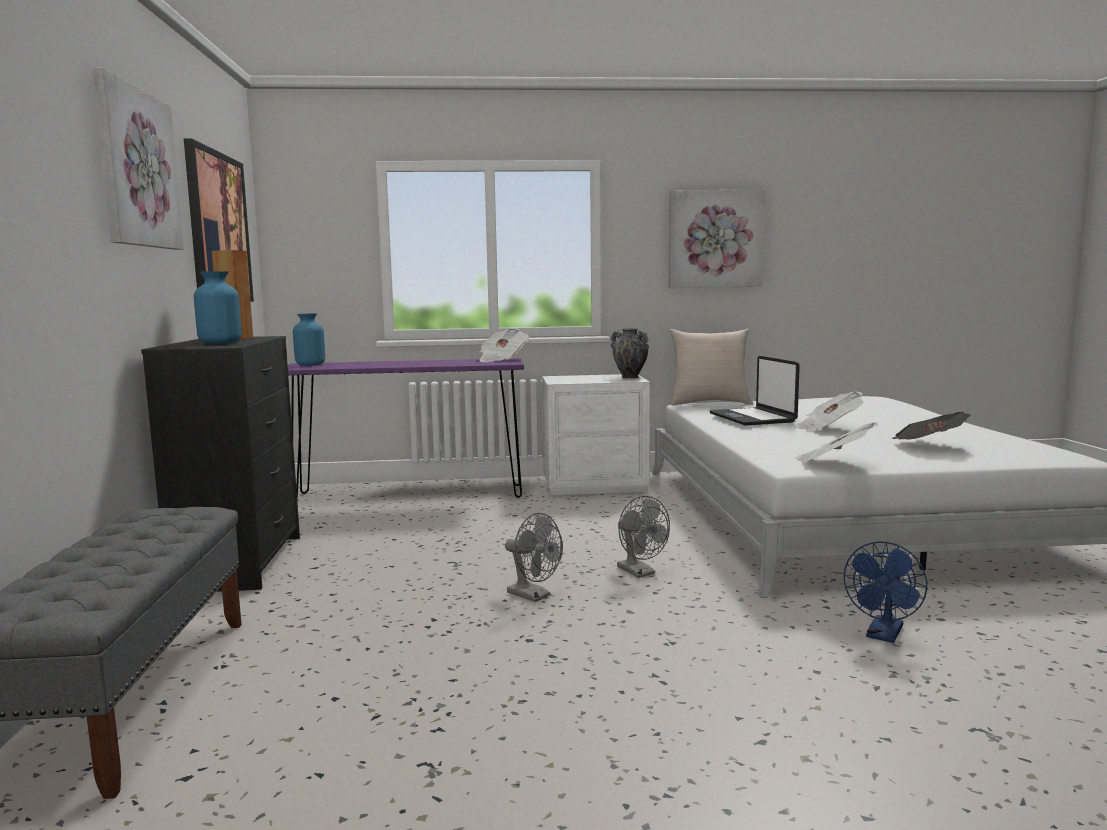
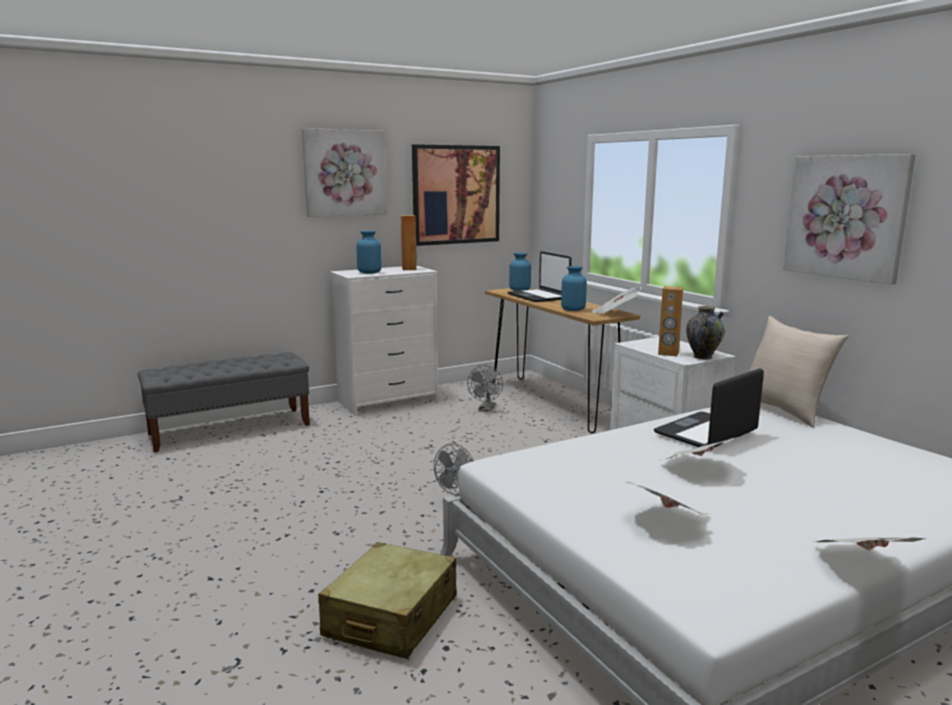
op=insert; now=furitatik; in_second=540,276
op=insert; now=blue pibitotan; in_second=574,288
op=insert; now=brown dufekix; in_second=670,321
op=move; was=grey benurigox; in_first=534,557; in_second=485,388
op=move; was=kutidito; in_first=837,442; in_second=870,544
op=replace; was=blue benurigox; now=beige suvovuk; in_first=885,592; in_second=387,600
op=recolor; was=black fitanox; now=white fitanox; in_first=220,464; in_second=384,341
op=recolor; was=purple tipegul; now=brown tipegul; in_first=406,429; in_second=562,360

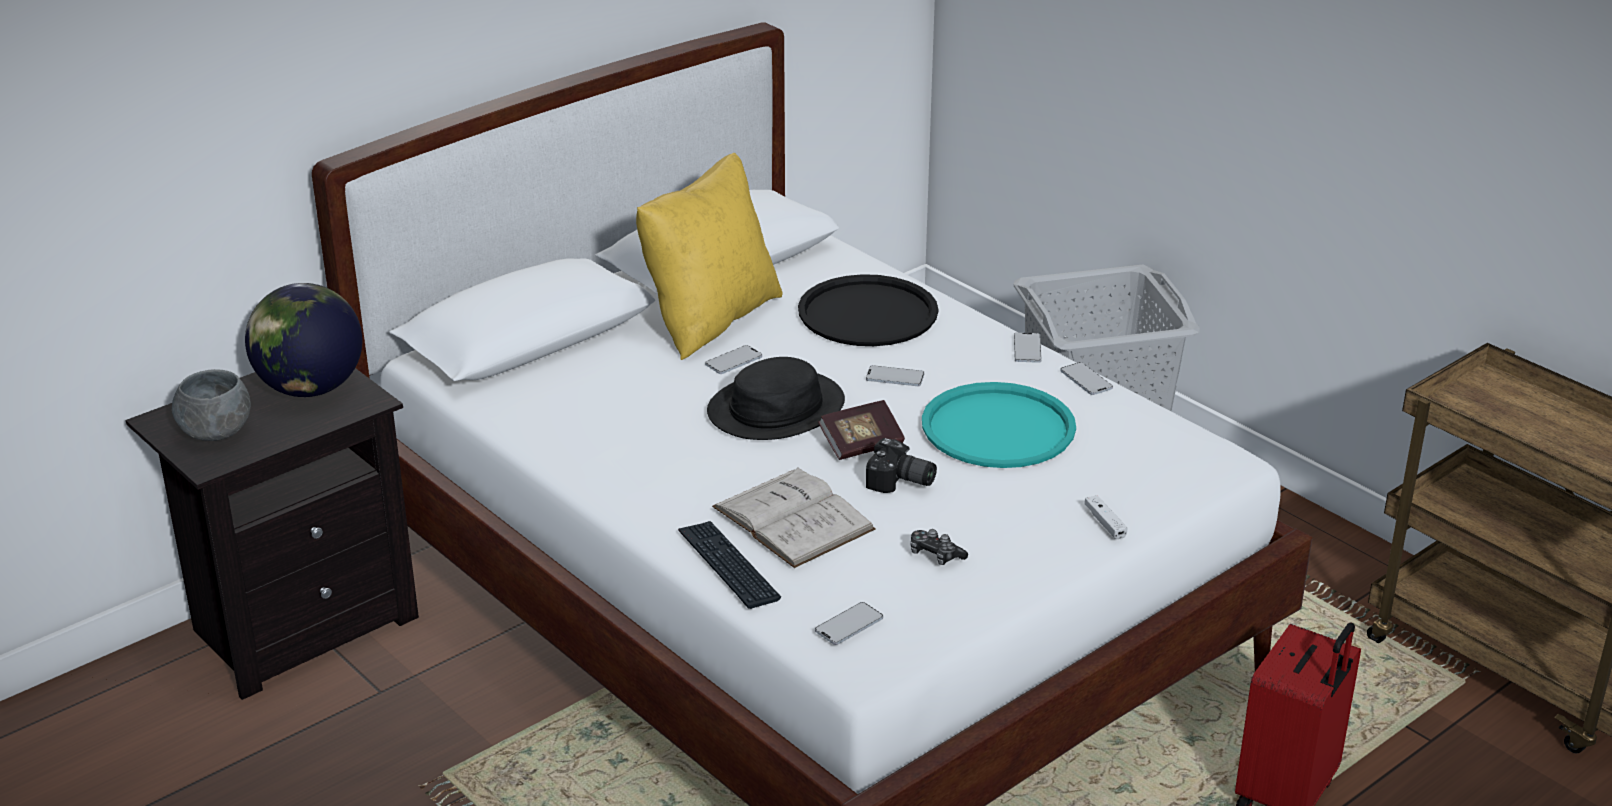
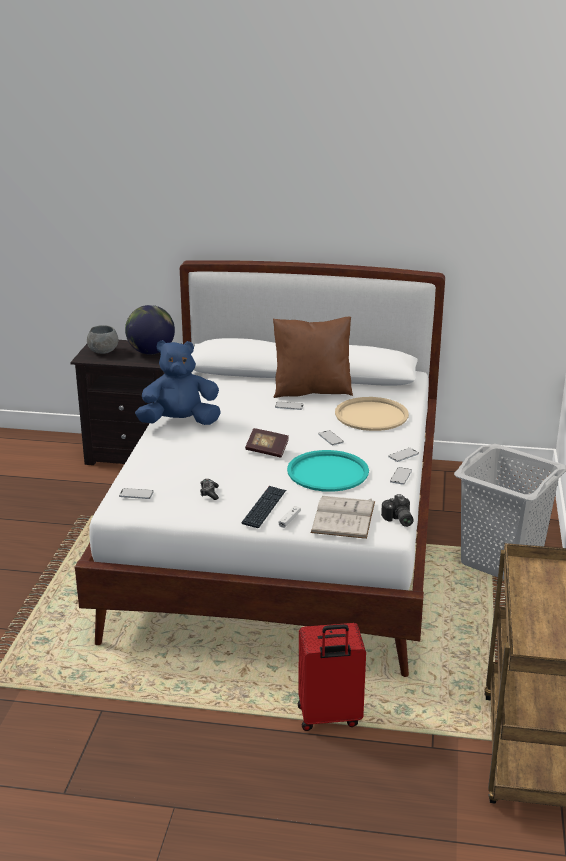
op=delete; was=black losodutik; in_first=776,398
op=insert; now=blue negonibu; in_second=178,382
op=move; was=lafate; in_first=729,565; in_second=264,507
op=move; was=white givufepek; in_first=794,517; in_second=343,517
op=move; was=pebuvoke; in_first=901,465; in_second=397,510
op=recolor; was=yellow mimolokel; now=brown mimolokel; in_first=709,256; in_second=313,357
op=recolor; was=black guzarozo; now=beige guzarozo; in_first=868,310; in_second=372,414

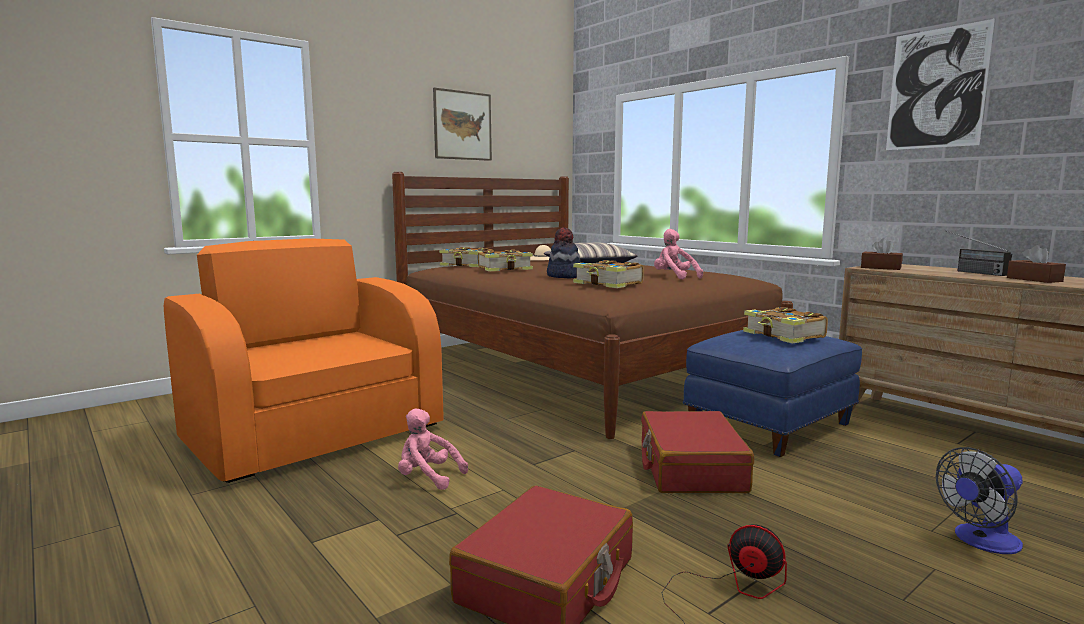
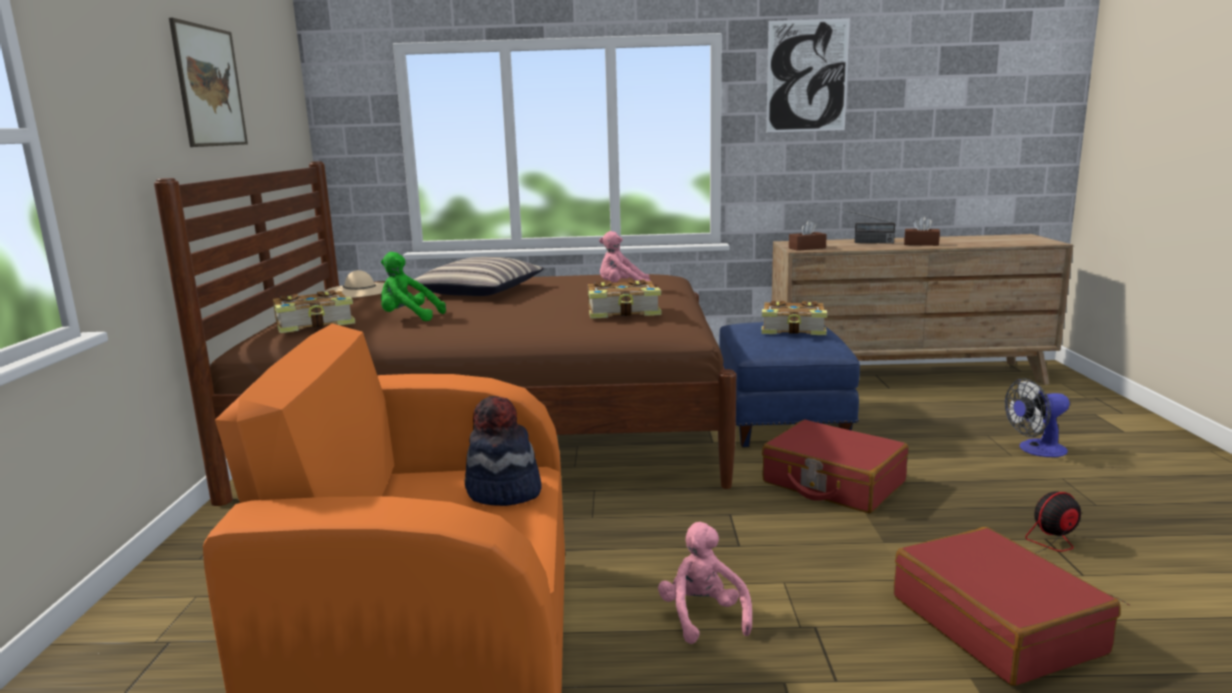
op=move; was=losodutik; in_first=564,253; in_second=503,451
op=replace; was=givufepek; now=green negonibu; in_first=505,260; in_second=413,286
op=rotate; was=pink negonibu; in_first=433,449; in_second=705,583; clockwise=105
op=rotate; was=benurigox; in_first=979,500; in_second=1037,417; clockwise=60

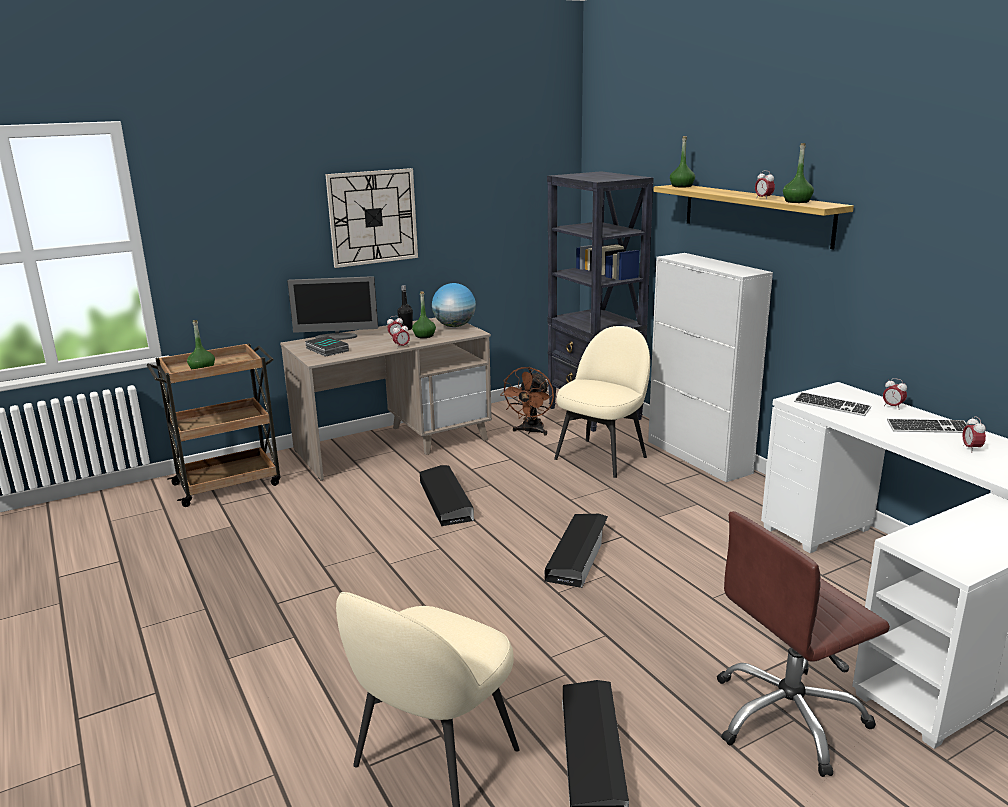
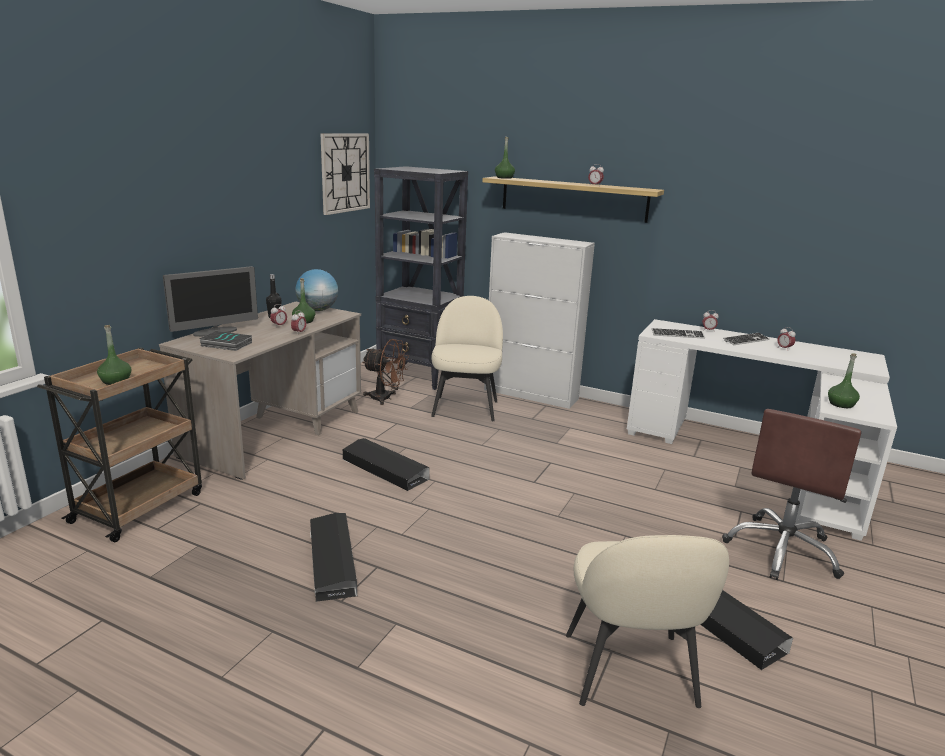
op=move; was=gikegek; in_first=371,218; in_second=345,174
op=move; was=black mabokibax; in_first=576,551; in_second=334,557
op=move; was=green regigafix; in_first=798,173; in_second=844,381
op=rotate; was=brown benurigox; in_first=527,401; in_second=385,372; clockwise=-60

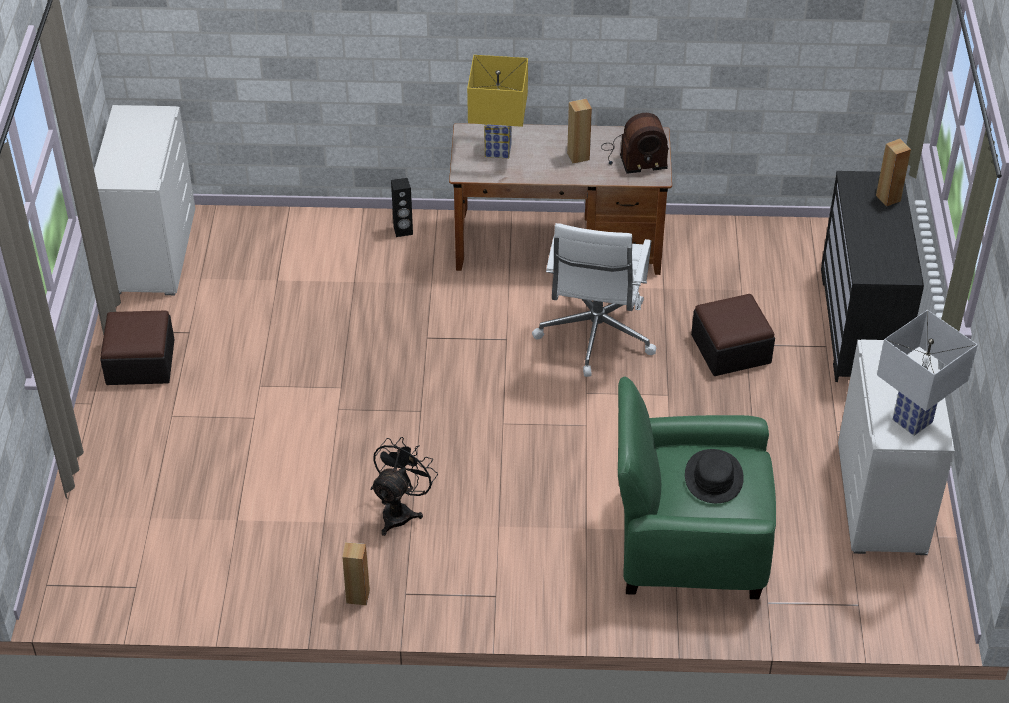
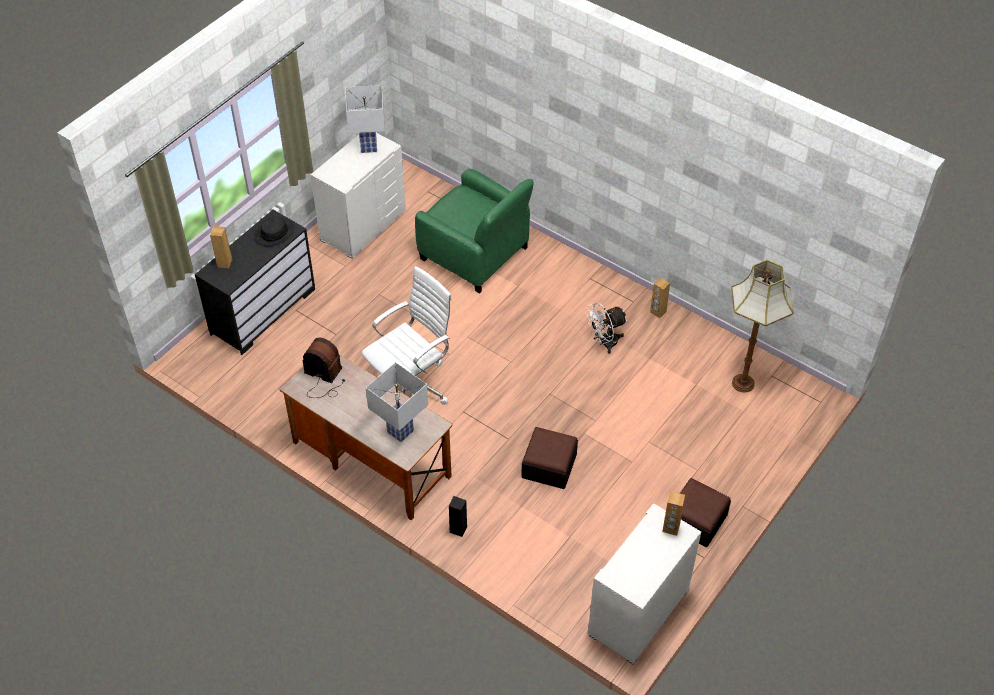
op=insert; now=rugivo; in_second=762,326
op=move; was=brown dufekix; in_first=579,131; in_second=673,513
op=move; was=black losodutik; in_first=714,476; in_second=274,231
op=move; was=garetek; in_first=733,335; in_second=549,458
op=recolor; was=black benurigox; now=white benurigox; in_first=404,486; in_second=606,328
op=recolor; was=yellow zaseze; now=white zaseze; in_first=497,106; in_second=397,402

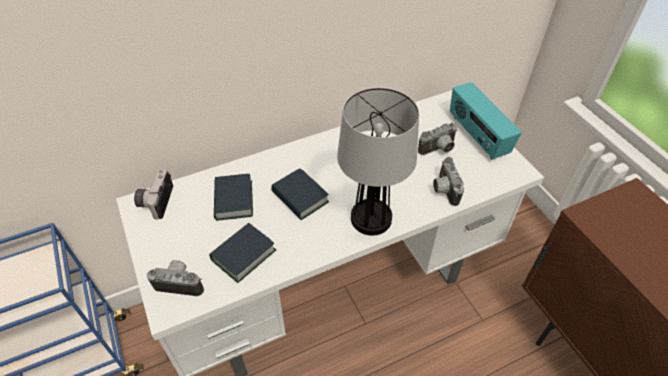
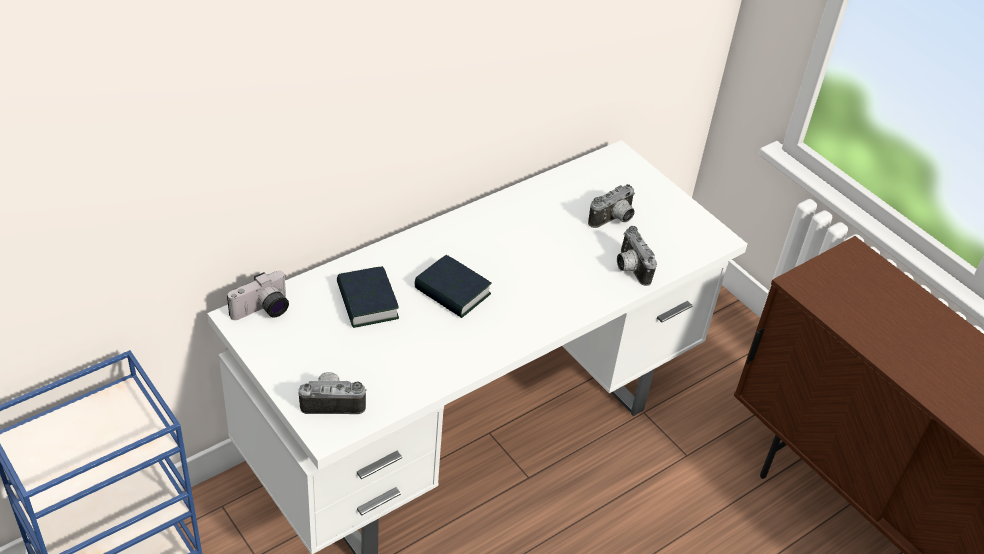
op=delete; was=givufepek; in_first=242,253
op=delete; was=zaseze; in_first=378,161
op=delete; was=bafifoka; in_first=486,121
op=rotate; was=pebuvoke; in_first=153,194; in_second=258,295; clockwise=-120

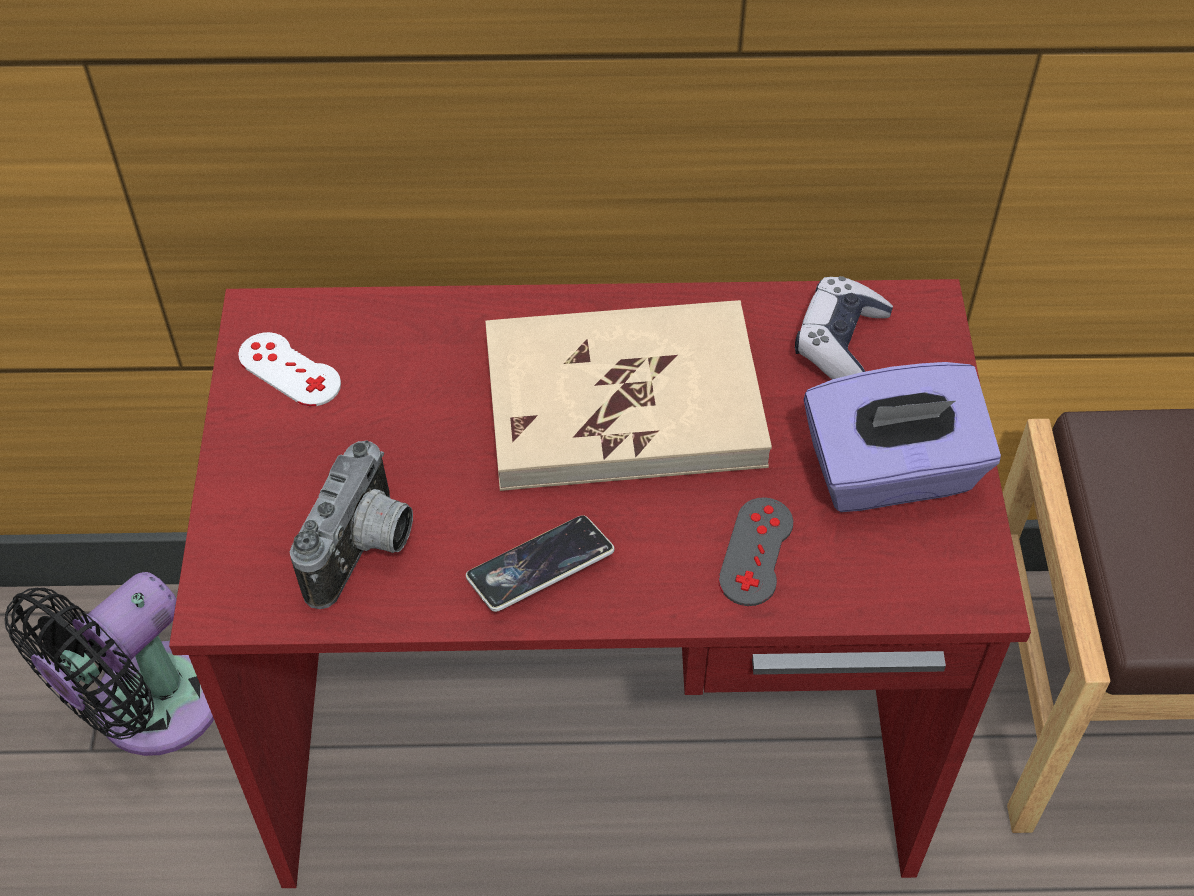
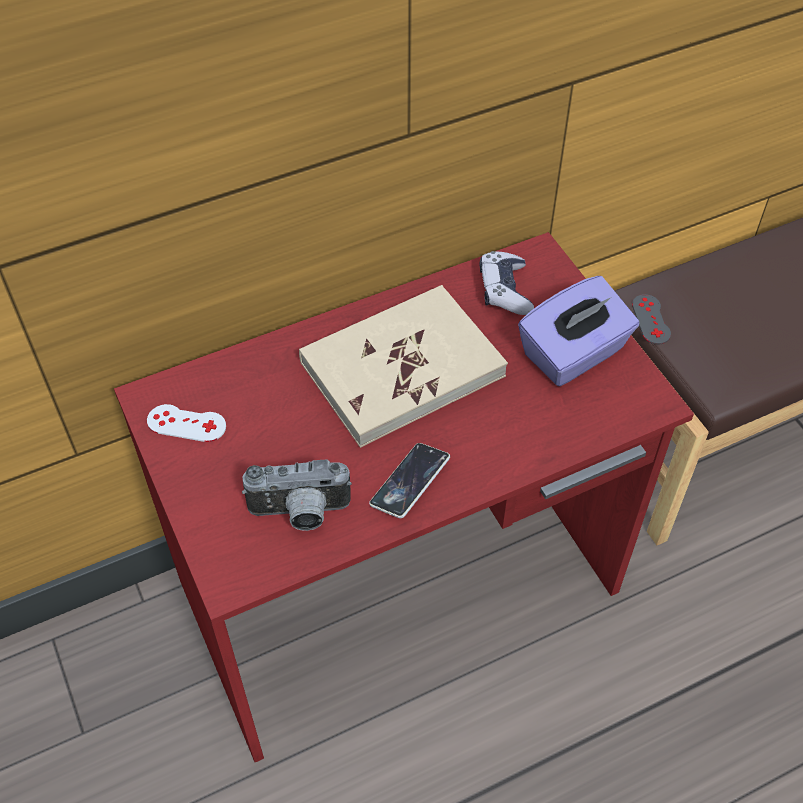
op=delete; was=black benurigox; in_first=109,664
op=move; was=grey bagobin; in_first=755,551; in_second=651,319
op=rotate; was=pebuvoke; in_first=351,524; in_second=297,495; clockwise=90

